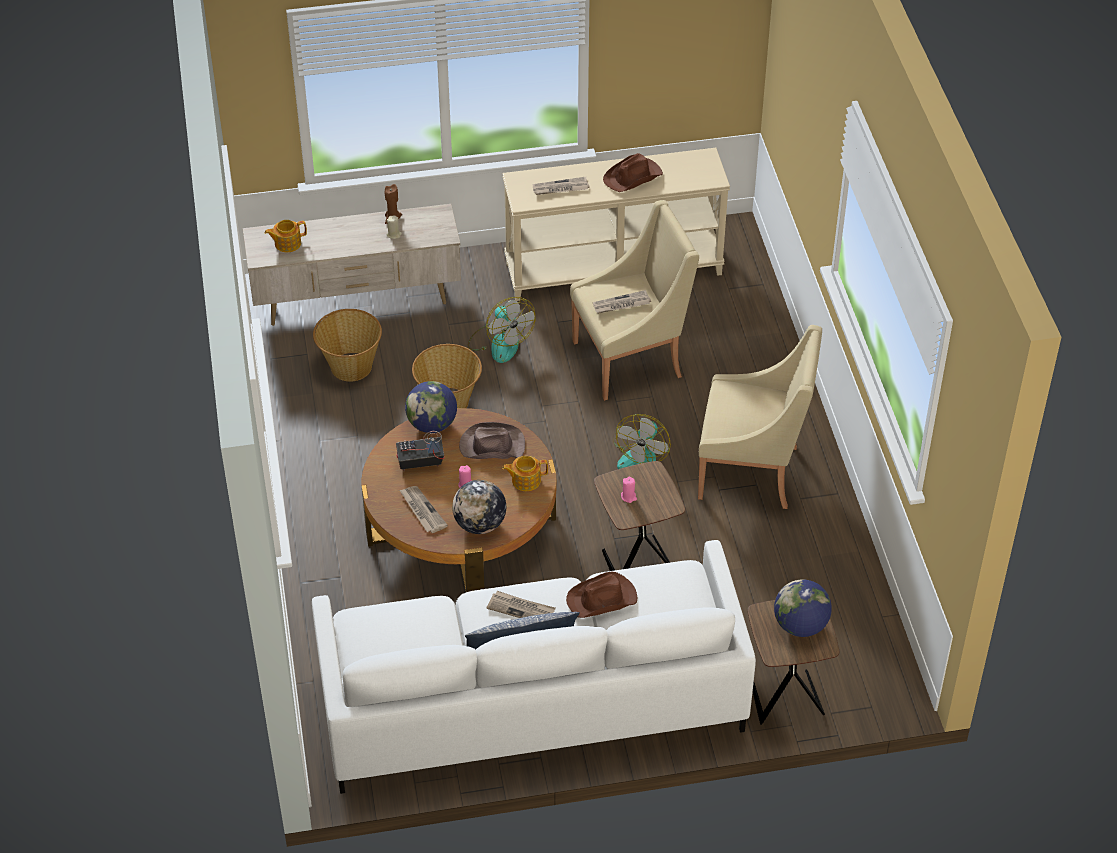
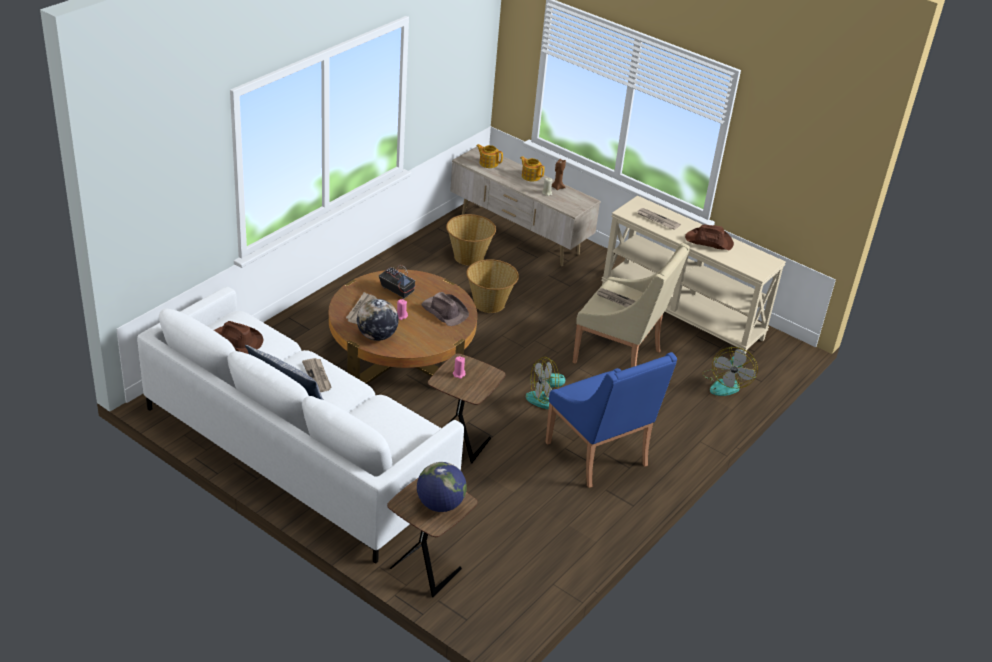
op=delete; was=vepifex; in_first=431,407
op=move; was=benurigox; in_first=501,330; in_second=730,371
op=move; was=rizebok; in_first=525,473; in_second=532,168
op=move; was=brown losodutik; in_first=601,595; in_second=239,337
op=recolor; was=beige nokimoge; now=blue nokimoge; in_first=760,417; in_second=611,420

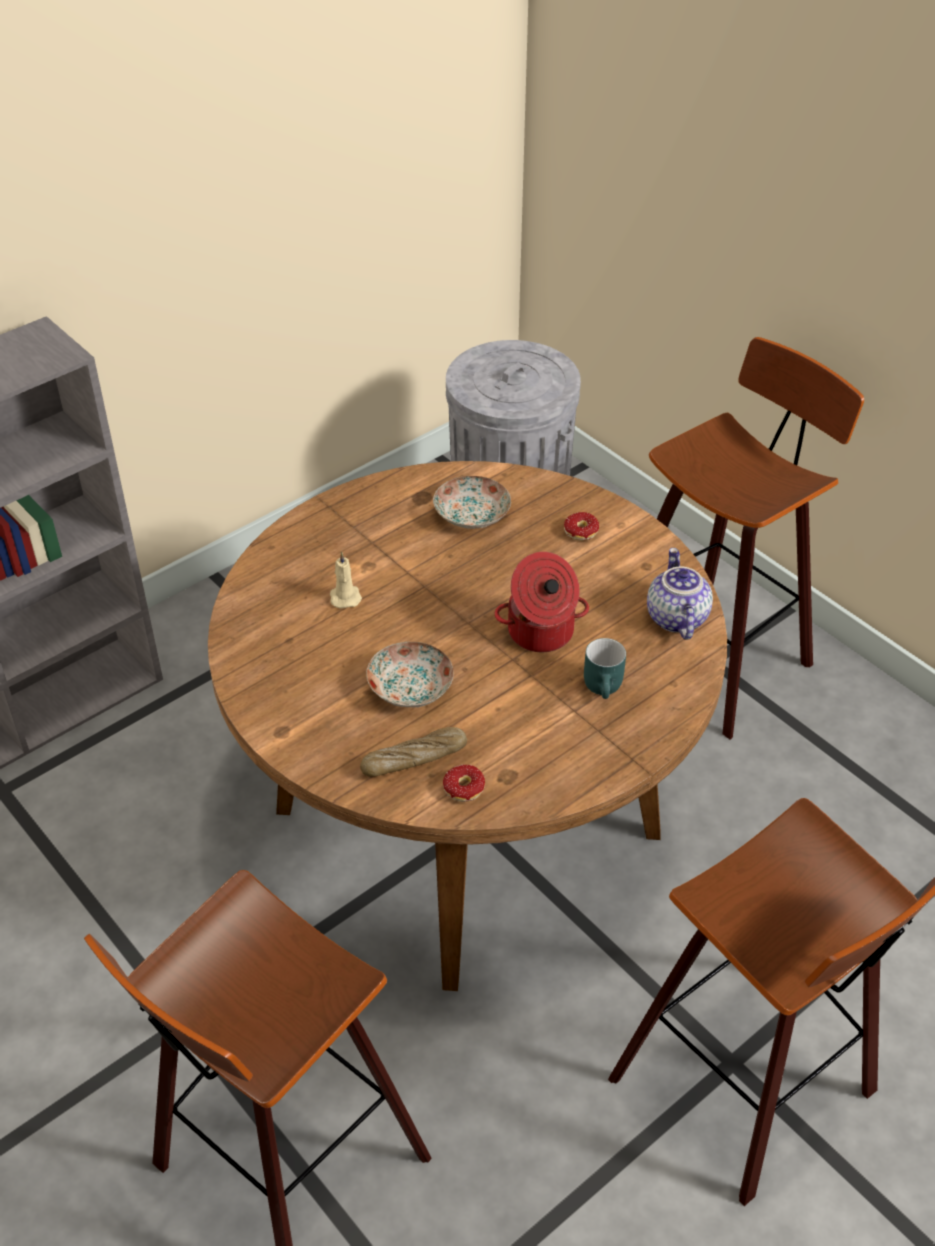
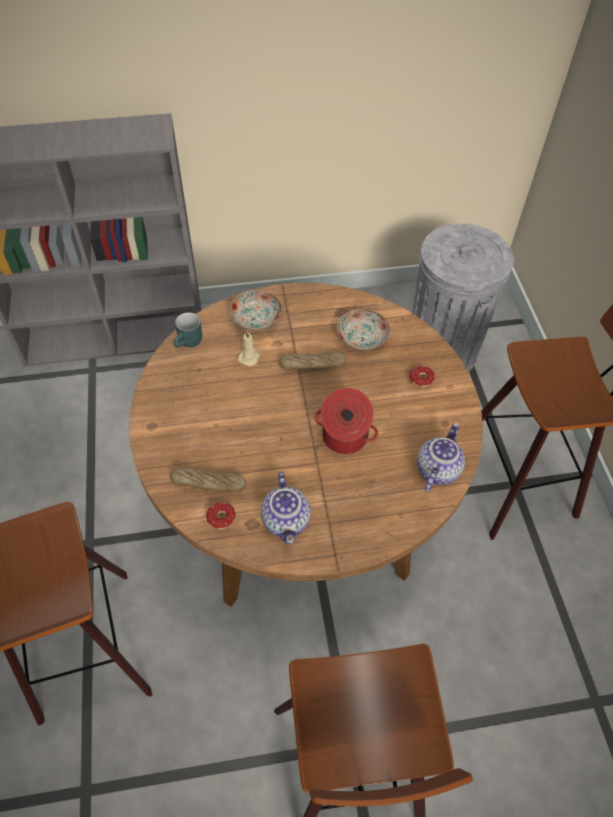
op=insert; now=rizebok; in_second=286,508
op=insert; now=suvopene; in_second=313,360
op=move; was=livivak; in_first=410,675; in_second=255,310
op=move; was=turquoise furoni; in_first=605,668; in_second=188,330

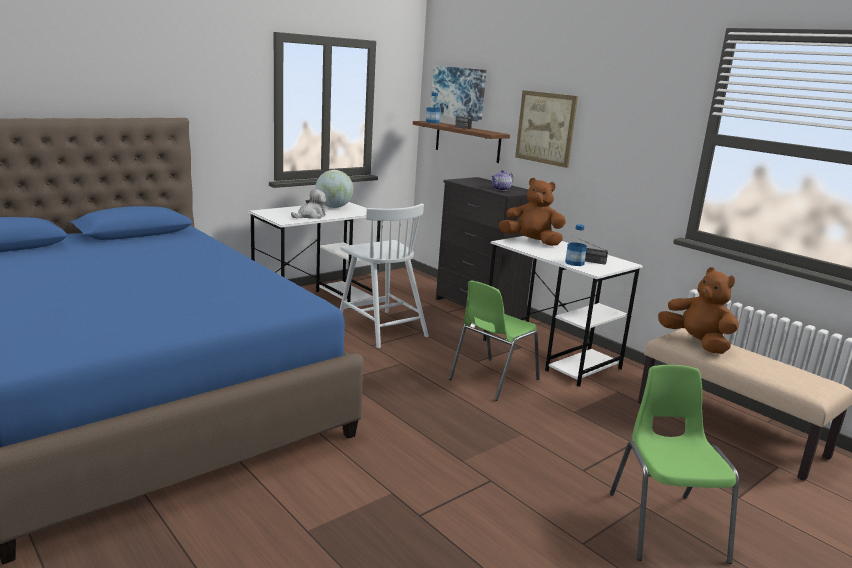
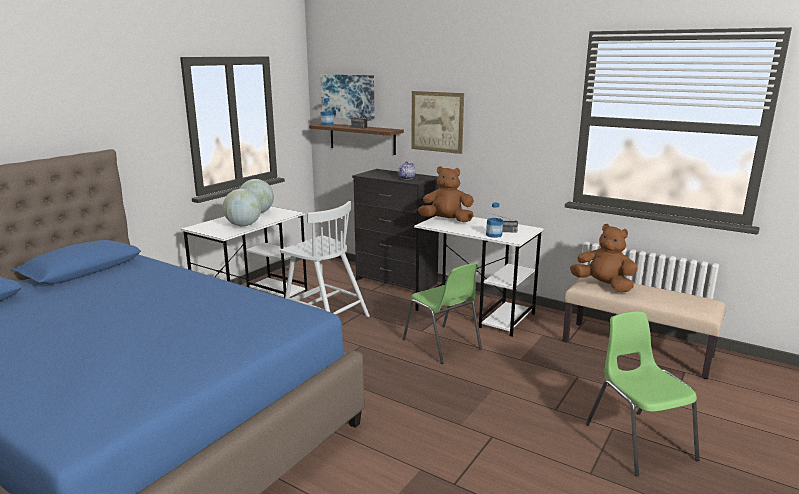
op=replace; was=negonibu; now=vepifex; in_first=308,204; in_second=242,207
op=rotate; was=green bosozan; in_first=494,340; in_second=442,313; clockwise=-60

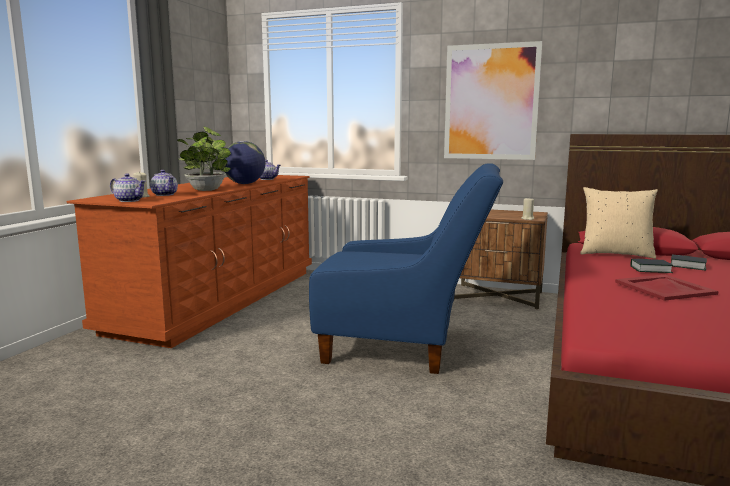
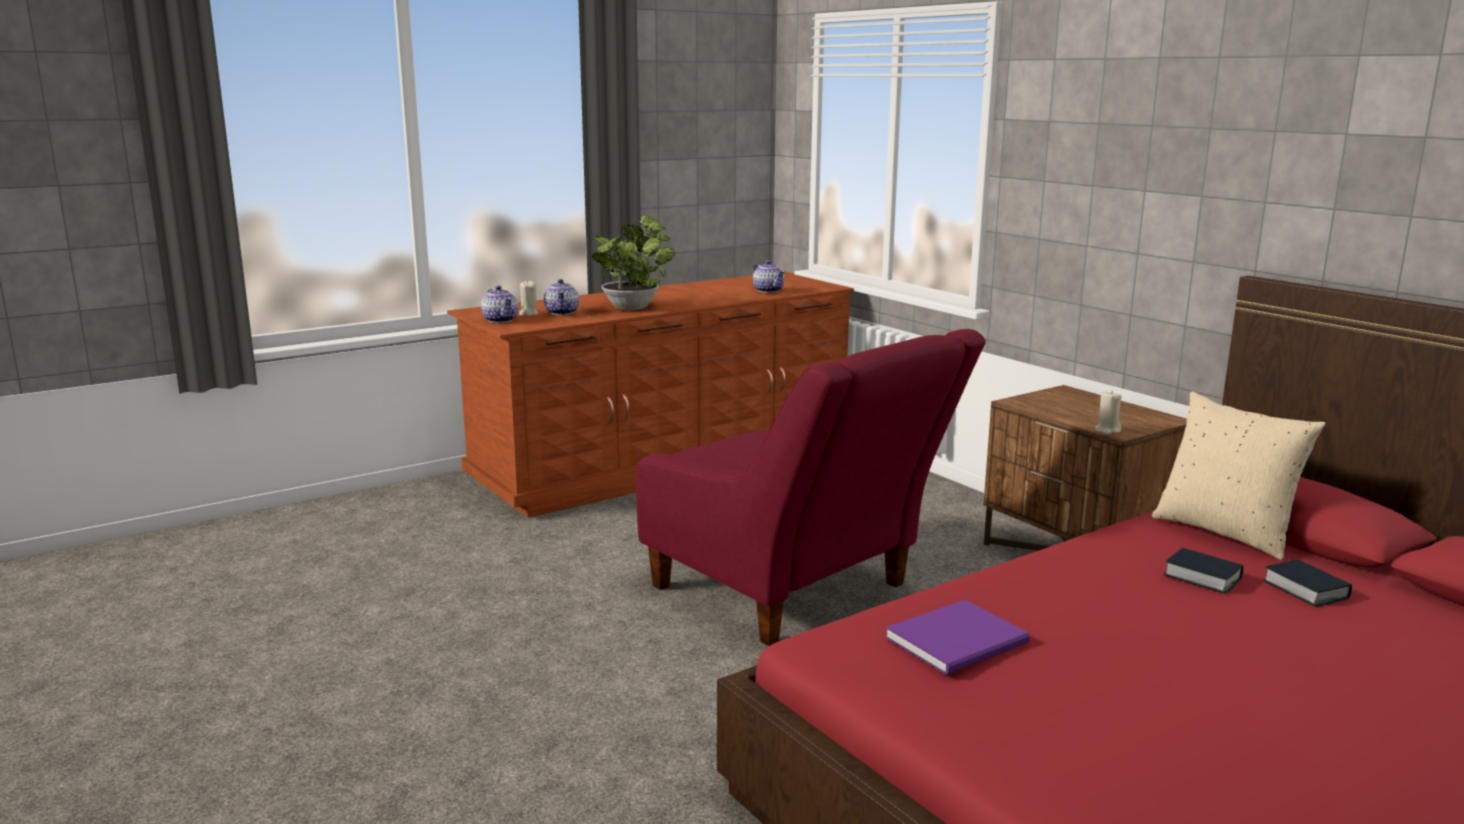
op=delete; was=vepifex; in_first=245,162
op=delete; was=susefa; in_first=493,100
op=delete; was=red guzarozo; in_first=666,288
op=insert; now=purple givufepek; in_second=957,637
op=recolor; was=blue nokimoge; now=red nokimoge; in_first=406,268; in_second=811,487

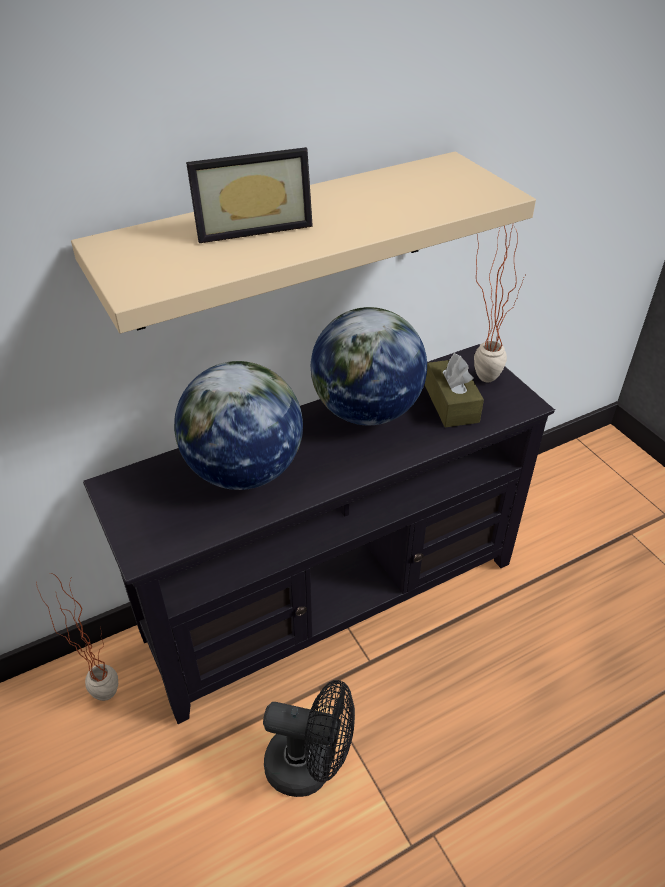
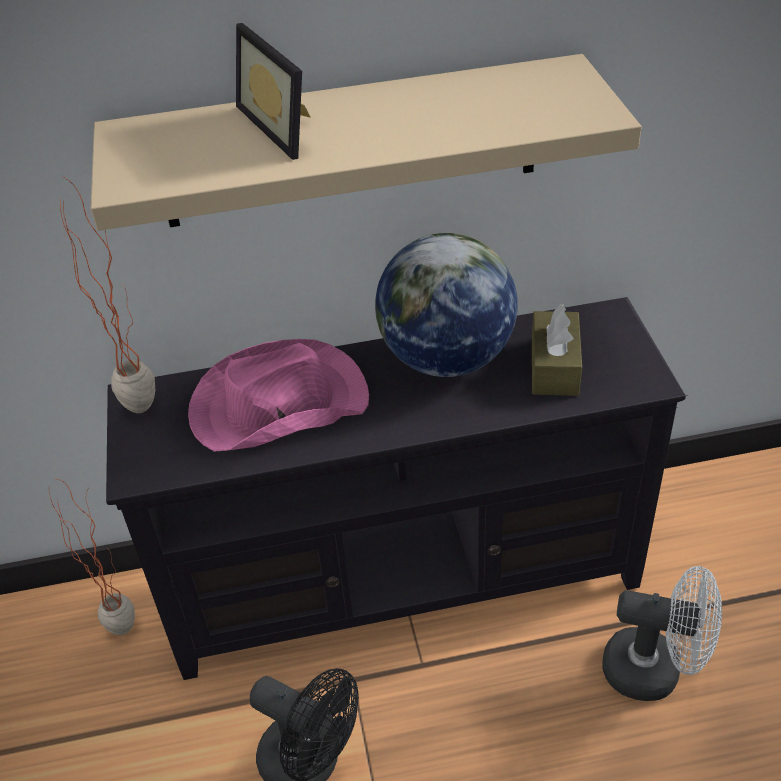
op=insert; now=white benurigox; in_second=662,633
op=move; was=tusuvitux; in_first=500,304; in_second=107,295
op=replace; was=vepifex; now=pink losodutik; in_first=238,425; in_second=278,395
op=rotate; was=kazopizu; in_first=249,195; in_second=273,91; clockwise=60

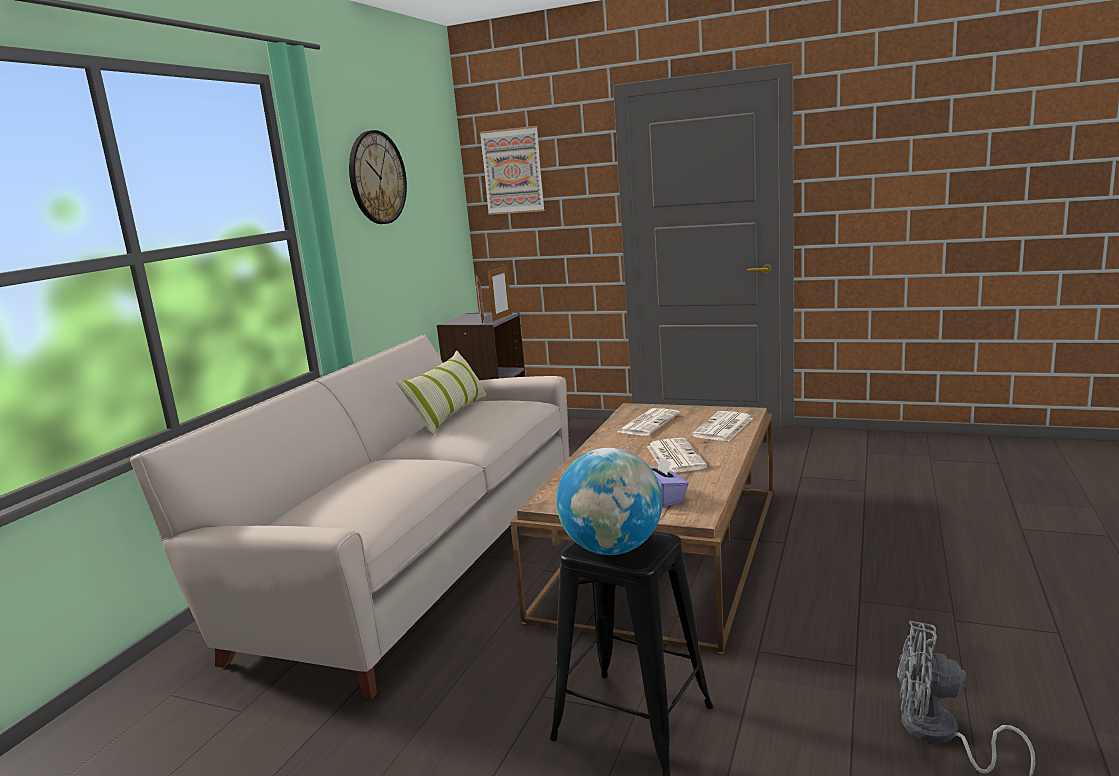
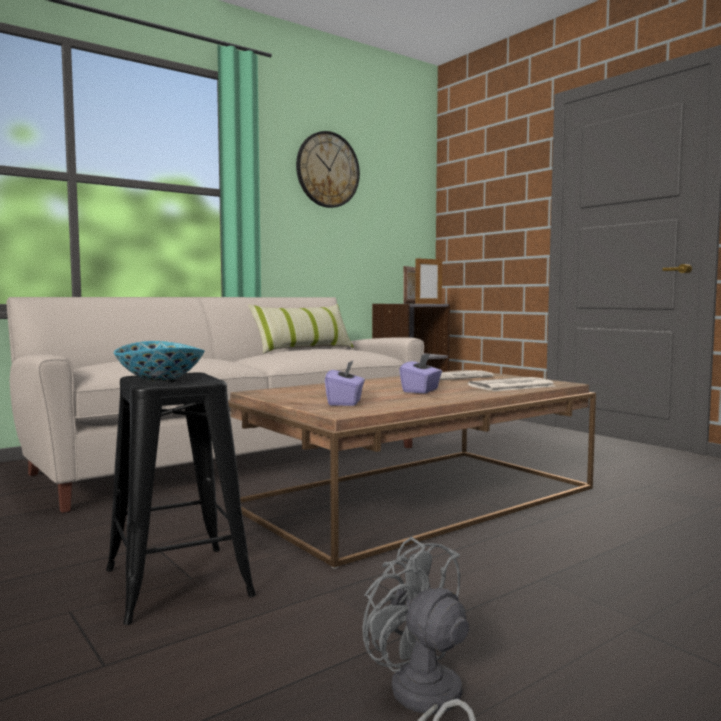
op=delete; was=susefa; in_first=512,170
op=replace; was=vepifex; now=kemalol; in_first=609,501; in_second=159,361
op=replace; was=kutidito; now=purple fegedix; in_first=677,455; in_second=420,373

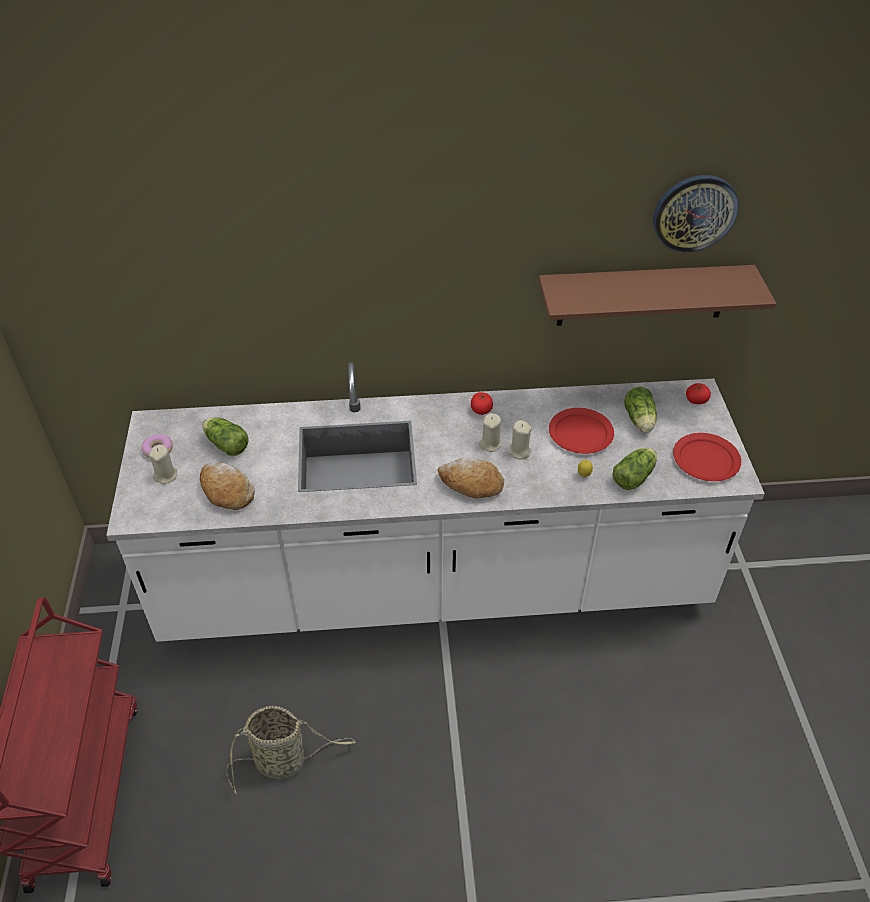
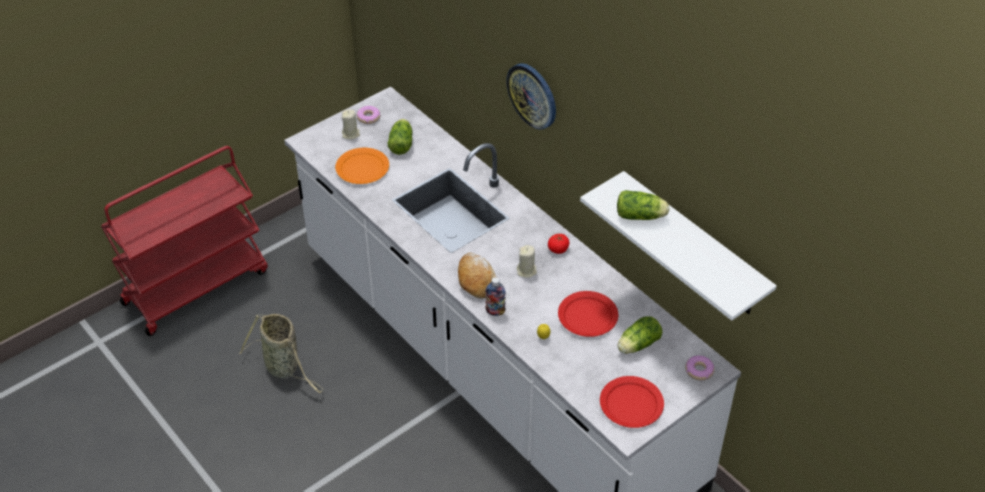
op=delete; was=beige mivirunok; in_first=519,439
op=insert; now=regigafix; in_second=495,296
op=move; was=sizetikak; in_first=634,469; in_second=643,205
op=move; was=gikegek; in_first=696,213; in_second=531,96
op=replace; was=suvopene; now=orange livivak; in_first=227,486; in_second=362,166
op=replace; was=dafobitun; now=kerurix; in_first=698,393; in_second=699,368
op=recolor; was=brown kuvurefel; now=white kuvurefel; in_first=657,295; in_second=678,246

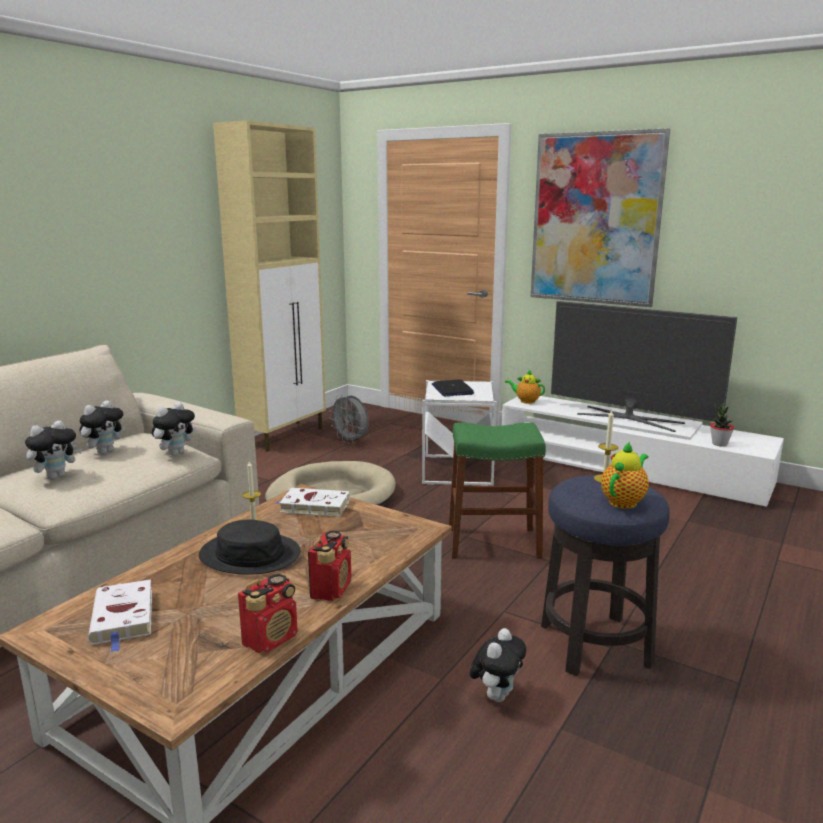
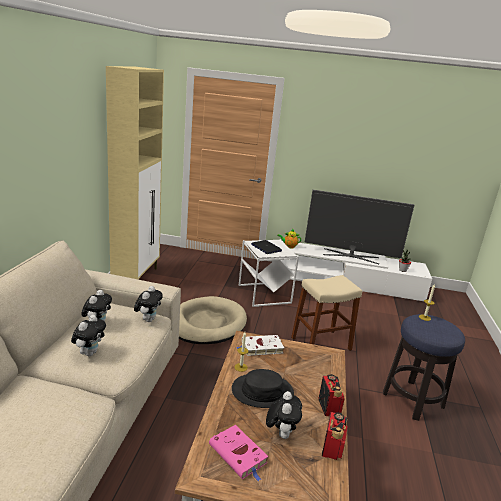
op=delete; was=grey benurigox; in_first=349,419
op=delete; was=susefa; in_first=600,217
op=delete; was=rizebok; in_first=625,475
op=move; was=negonibu; in_first=498,665; in_second=284,415
op=recolor; was=white givufepek; now=pink givufepek; in_first=120,615; in_second=238,453
op=recolor; was=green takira; now=beige takira; in_first=497,490; in_second=326,313

